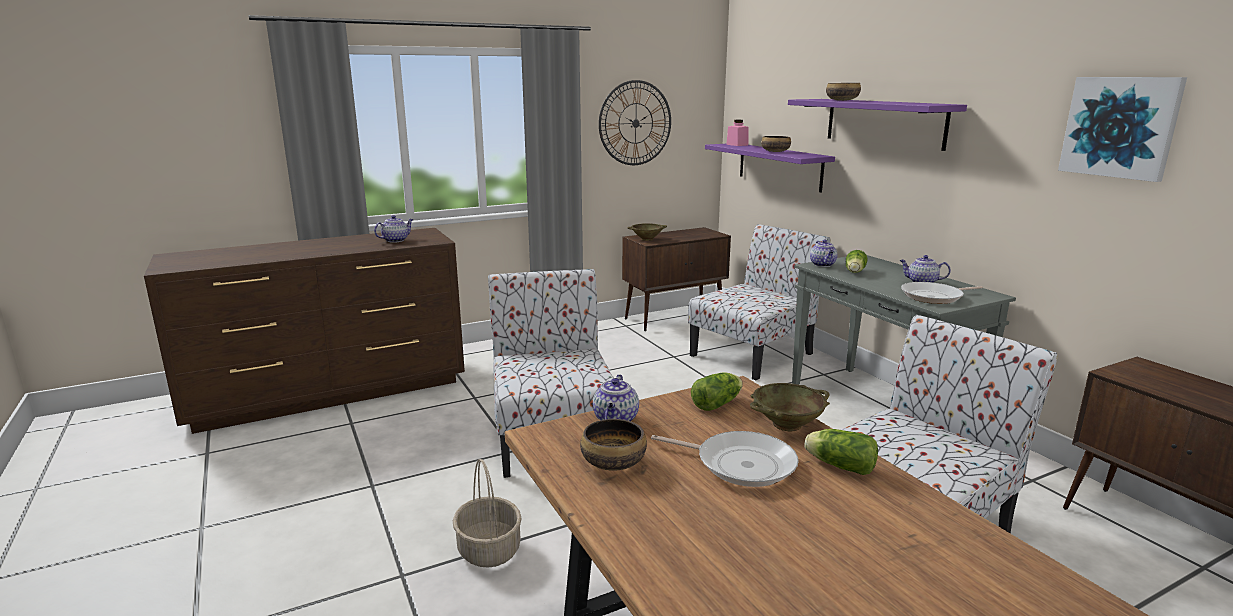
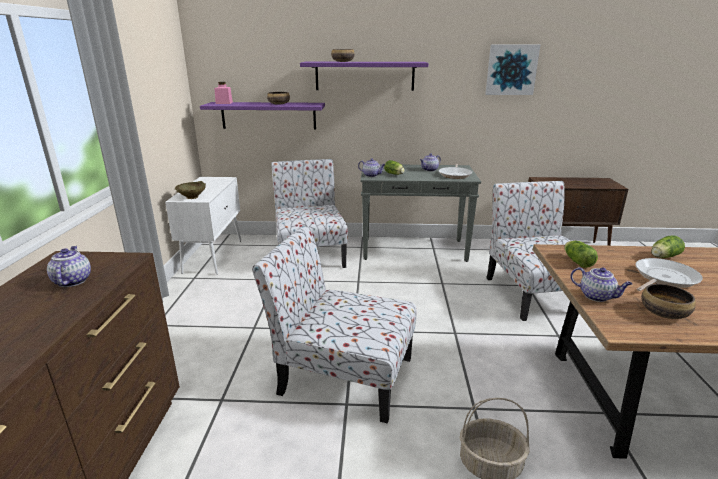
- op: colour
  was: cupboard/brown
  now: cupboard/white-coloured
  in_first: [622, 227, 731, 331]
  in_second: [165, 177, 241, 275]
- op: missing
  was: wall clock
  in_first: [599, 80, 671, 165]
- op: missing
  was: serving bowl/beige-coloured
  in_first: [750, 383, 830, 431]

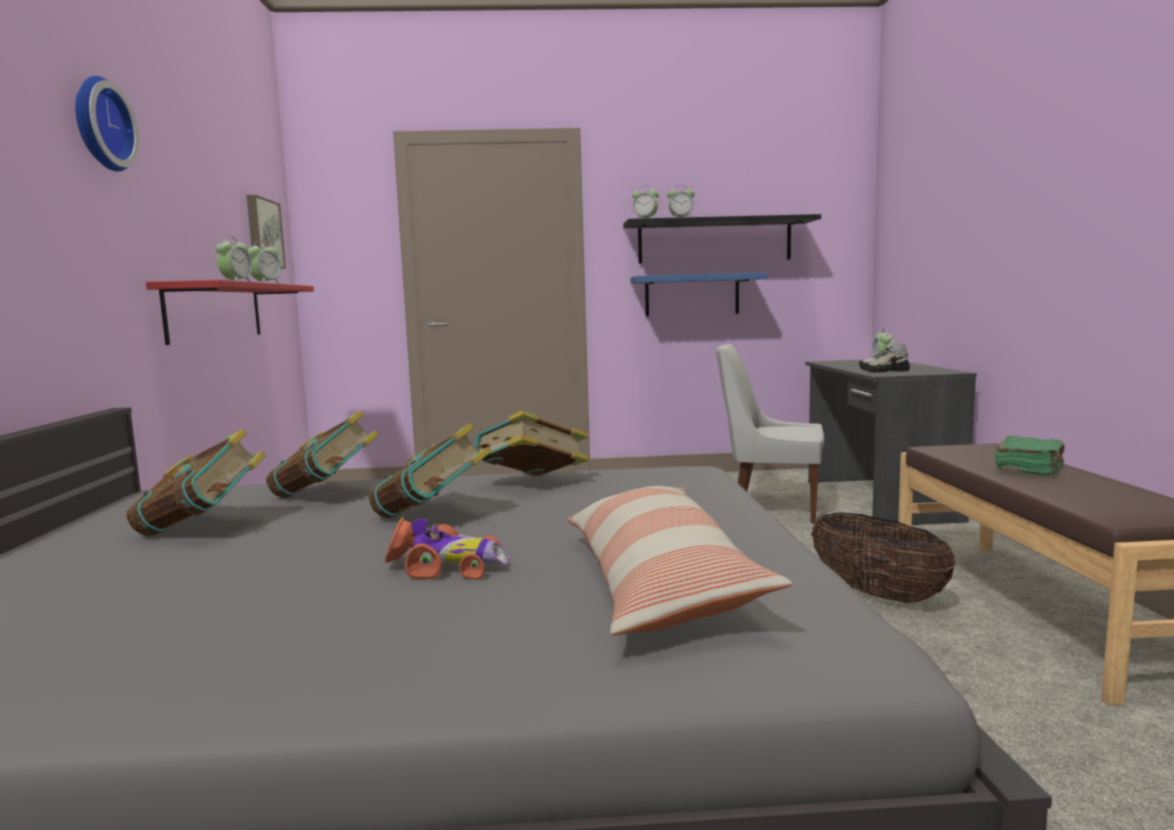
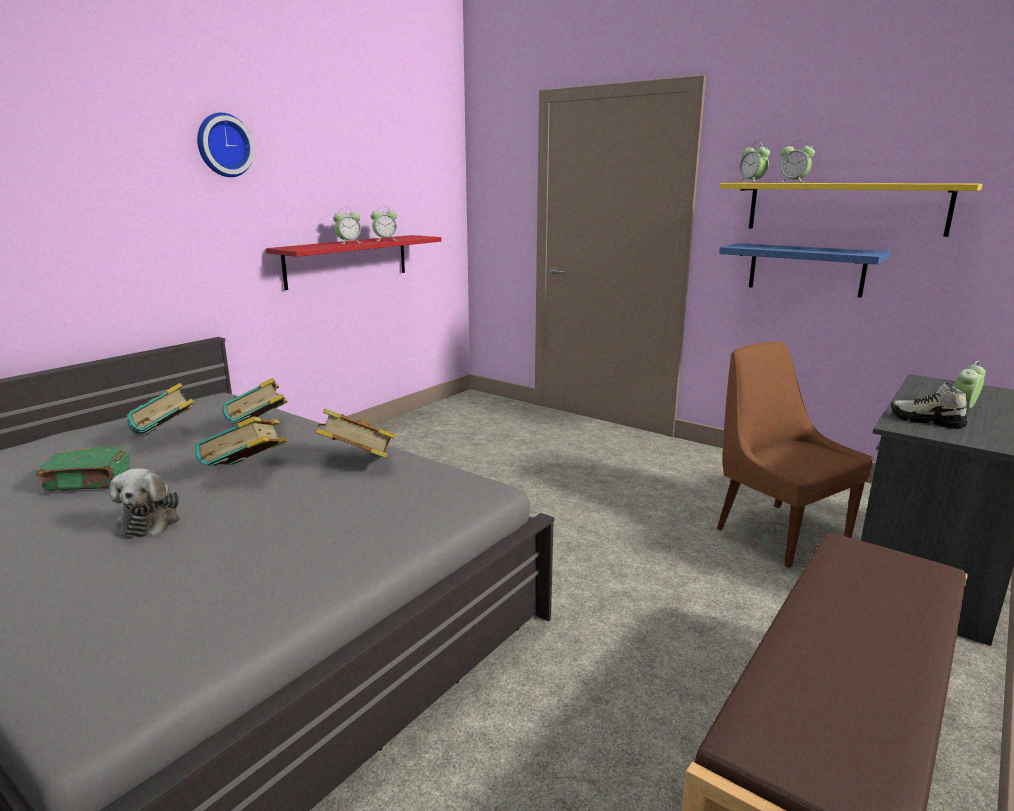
- op: relocated
  was: bound book/green-coloured
  in_first: [995, 436, 1065, 475]
  in_second: [36, 445, 130, 491]
- op: exchanged
  was: toy car
  now: plush toy
  in_first: [385, 518, 512, 580]
  in_second: [109, 468, 180, 538]
- op: colour
  was: chair/white-coloured
  now: chair/brown
  in_first: [716, 344, 824, 524]
  in_second: [717, 342, 873, 568]
- op: colour
  was: shelf/black-coloured
  now: shelf/yellowish
  in_first: [623, 214, 821, 264]
  in_second: [720, 183, 983, 237]
- op: missing
  was: wall picture
  in_first: [246, 195, 286, 269]
- op: missing
  was: throw pillow
  in_first: [567, 486, 793, 635]
- op: missing
  was: household basket
  in_first: [811, 513, 955, 603]

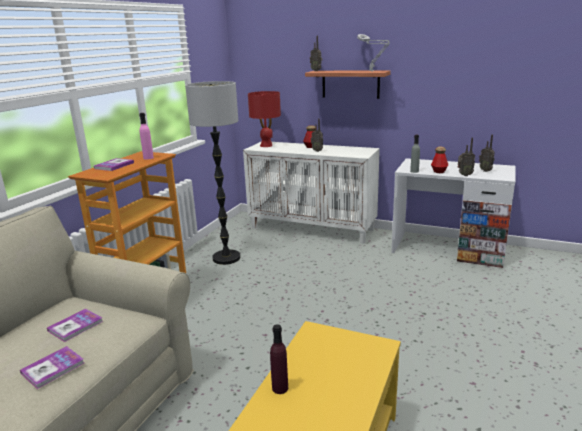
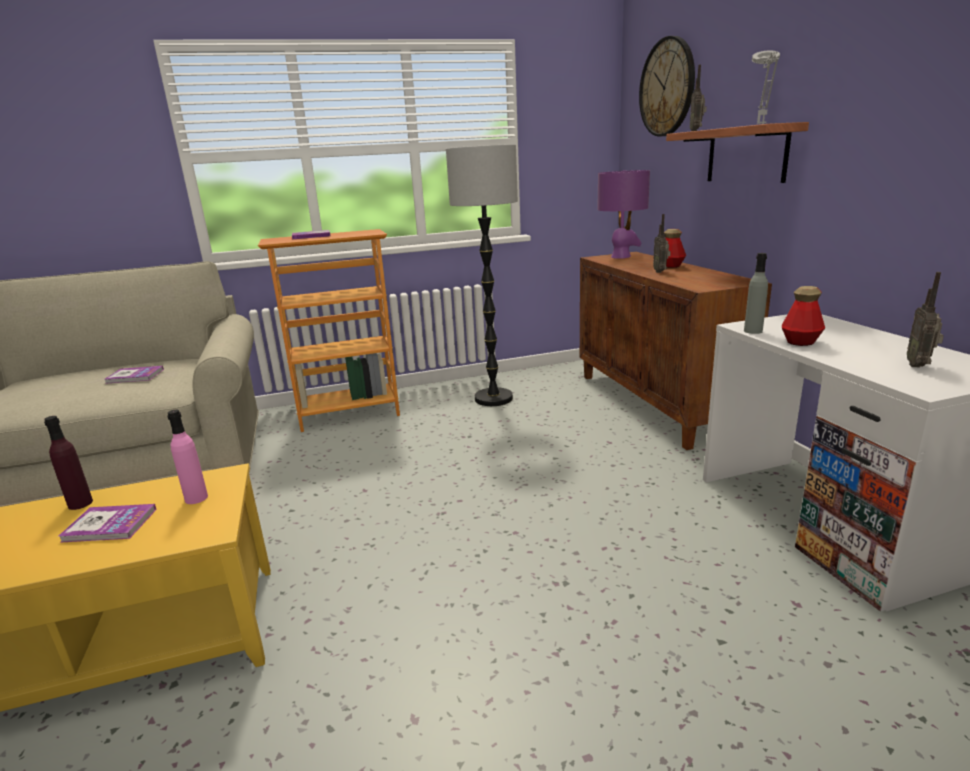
- op: relocated
  was: bound book
  in_first: [20, 346, 84, 389]
  in_second: [59, 504, 157, 543]
- op: relocated
  was: beverage bottle/pink-coloured
  in_first: [139, 113, 154, 159]
  in_second: [167, 410, 208, 504]
- op: colour
  was: cupboard/white-coloured
  now: cupboard/brown
  in_first: [243, 141, 380, 244]
  in_second: [580, 252, 772, 450]
- op: colour
  was: table lamp/red
  now: table lamp/purple-coloured
  in_first: [248, 91, 281, 147]
  in_second: [597, 170, 650, 259]
- op: appeared
  now: wall clock
  in_second: [639, 36, 695, 136]
- op: missing
  was: radio receiver
  in_first: [458, 138, 475, 176]

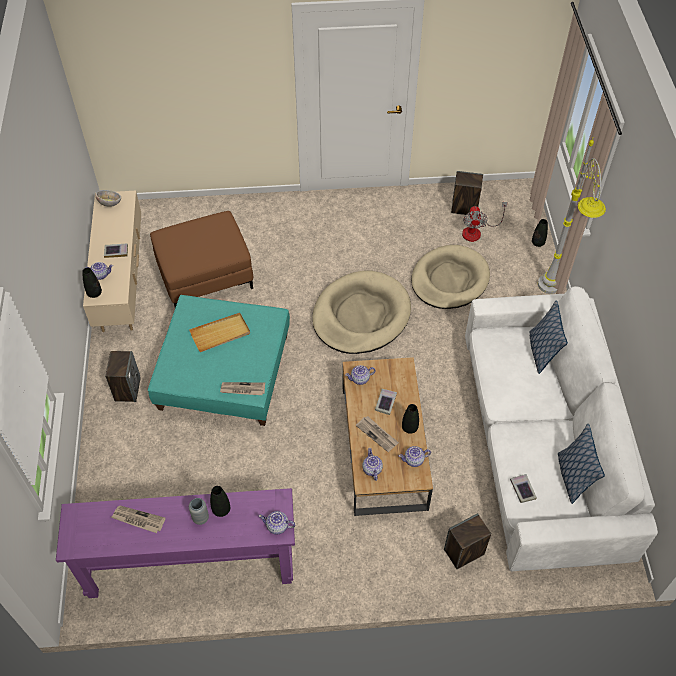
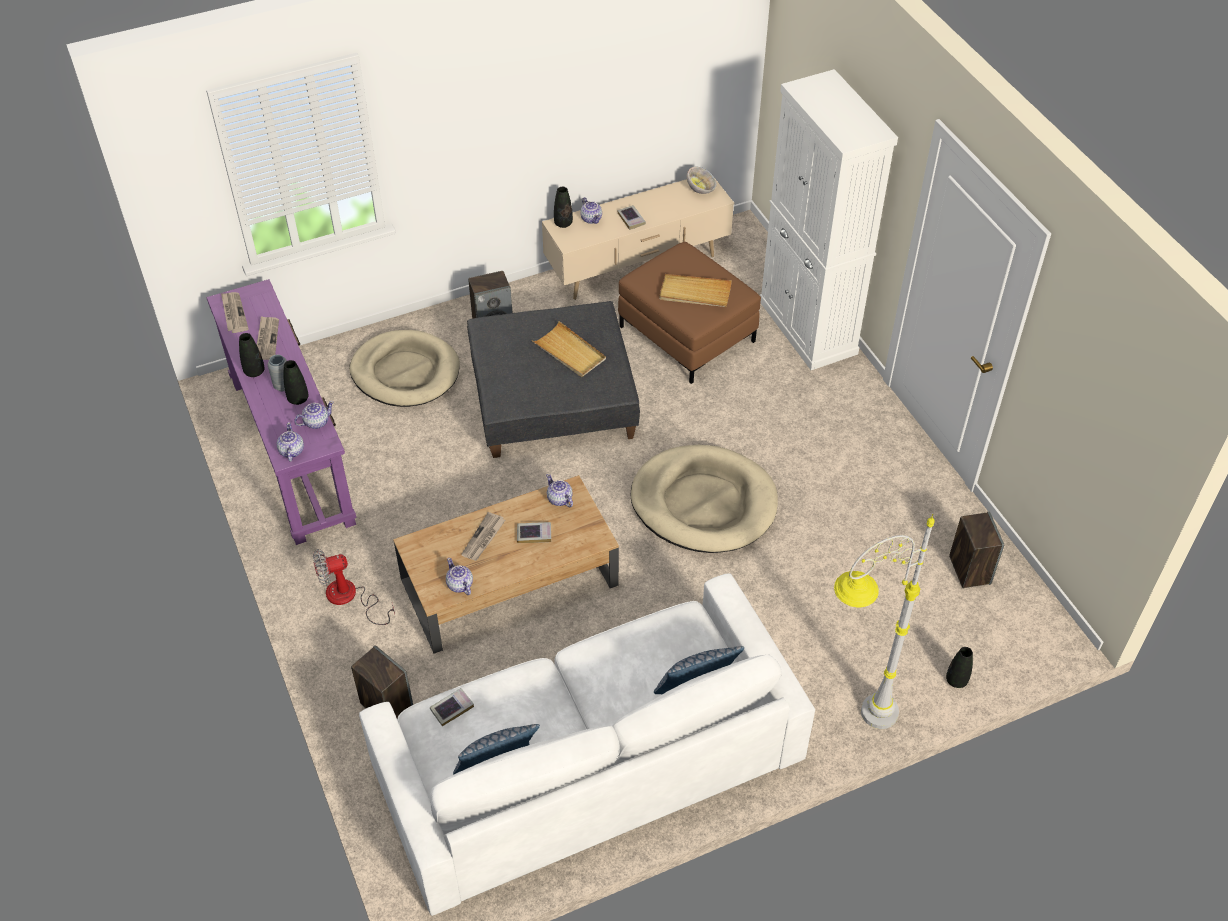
- op: relocated
  was: printed paper
  in_first: [220, 382, 265, 395]
  in_second: [221, 292, 249, 333]
- op: relocated
  was: vase/black-coloured
  in_first: [402, 404, 419, 434]
  in_second: [239, 333, 265, 377]
- op: relocated
  was: tea pot
  in_first: [362, 448, 383, 481]
  in_second: [294, 401, 334, 429]
- op: relocated
  was: electric fan
  in_first: [462, 202, 508, 242]
  in_second: [313, 549, 395, 625]
- op: relocated
  was: dog cushion/beige-coloured
  in_first: [411, 245, 490, 309]
  in_second: [349, 330, 460, 407]
- op: colour
  was: ottoman/turquoise-coloured
  now: ottoman/gray
  in_first: [148, 295, 290, 426]
  in_second: [467, 301, 640, 458]
- op: appeared
  now: tray/beige-coloured
  in_second: [659, 274, 732, 307]
- op: appeared
  now: cupboard/white-coloured
  in_second: [760, 69, 898, 370]

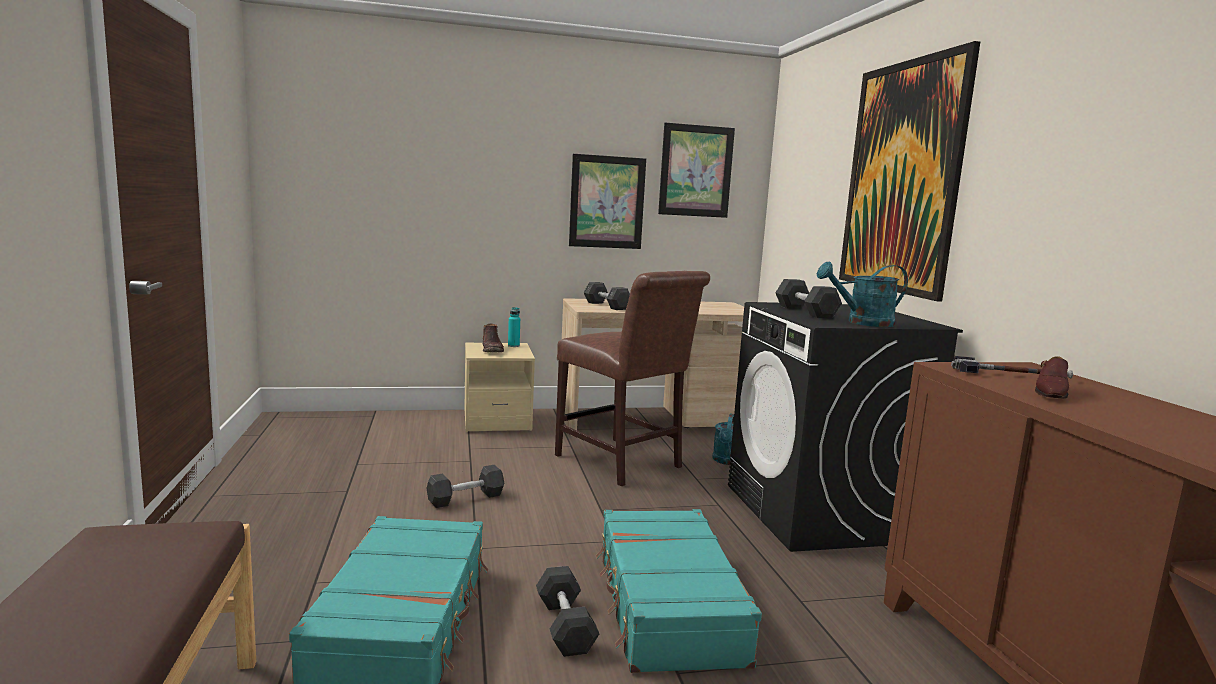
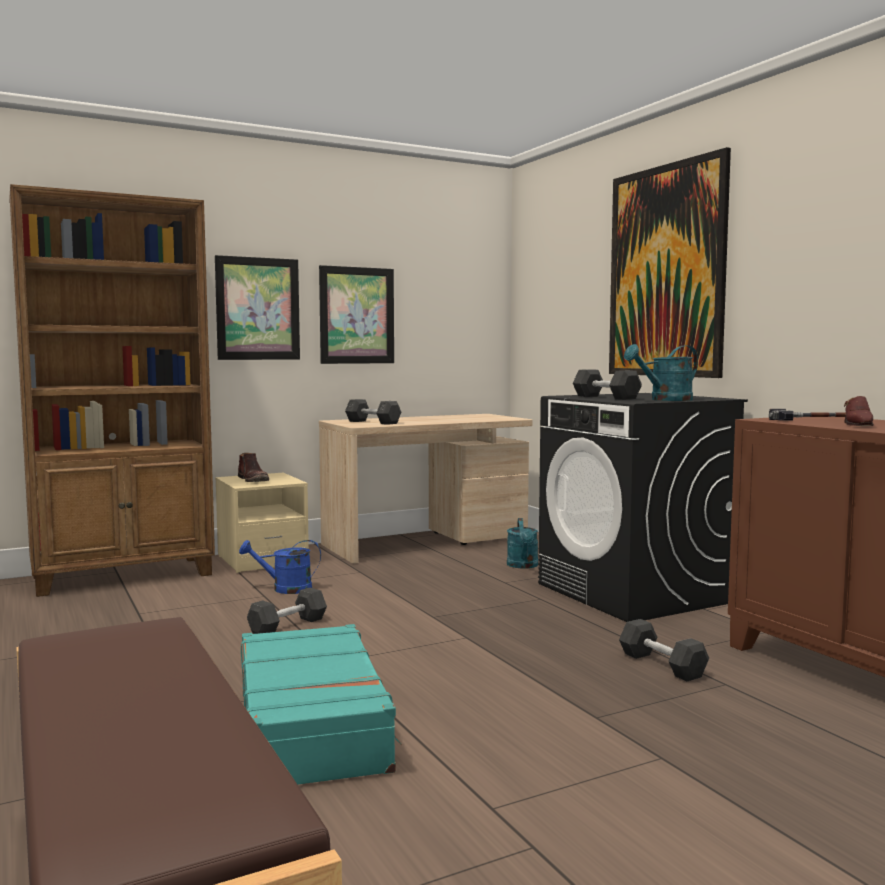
- op: appeared
  now: bookshelf/brown
  in_second: [9, 184, 215, 597]
- op: relocated
  was: wall picture
  in_first: [658, 123, 735, 218]
  in_second: [215, 255, 300, 360]
- op: appeared
  now: sprinkling can/blue-coloured
  in_second: [239, 540, 321, 594]
- op: relocated
  was: dumbbell/gray
  in_first: [536, 566, 599, 657]
  in_second: [619, 619, 709, 681]
- op: missing
  was: beverage bottle/turquoise-coloured
  in_first: [508, 307, 520, 347]
- op: missing
  was: chair/brown
  in_first: [555, 271, 710, 486]
- op: missing
  was: suitcase/turquoise-coloured
  in_first: [596, 509, 762, 673]

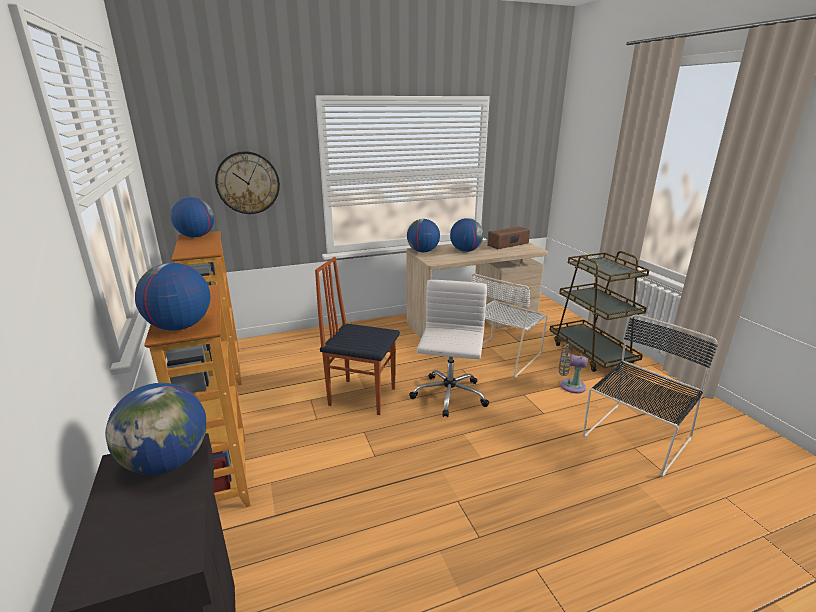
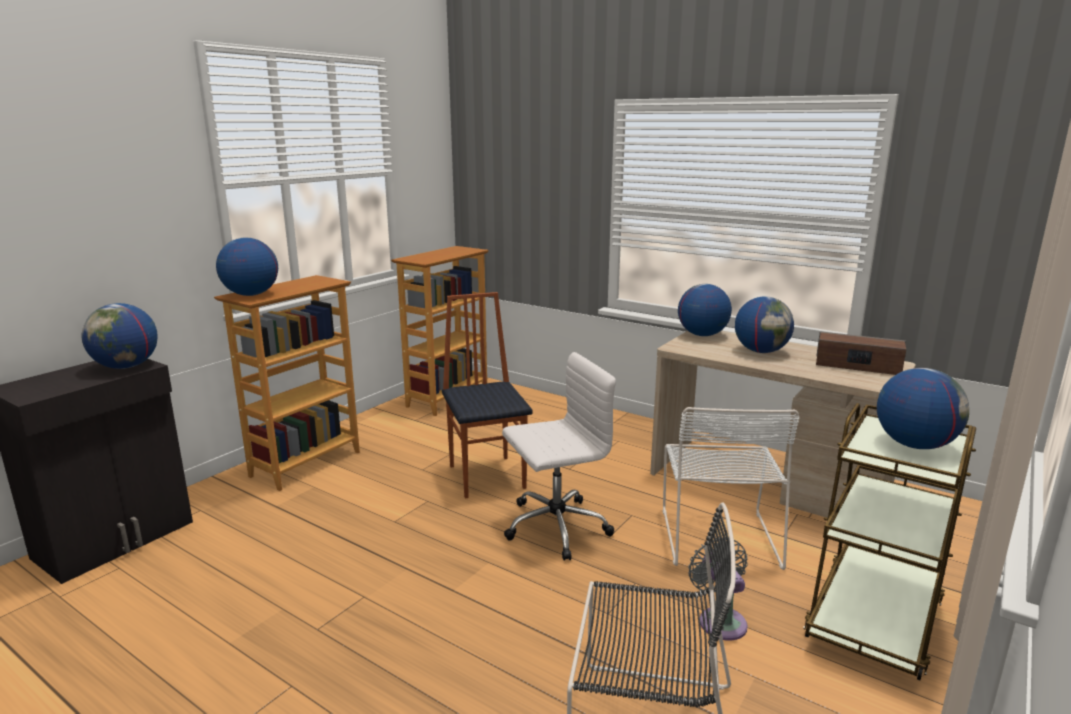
- op: spun
  was: chair/white-coloured
  in_first: [463, 273, 548, 378]
  in_second: [663, 407, 799, 570]
  clockwise: -90
- op: relocated
  was: globe
  in_first: [171, 197, 215, 237]
  in_second: [877, 368, 969, 449]
- op: missing
  was: wall clock
  in_first: [215, 151, 280, 214]

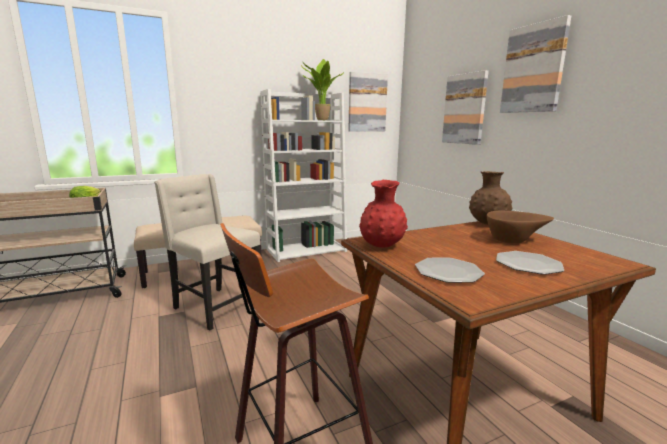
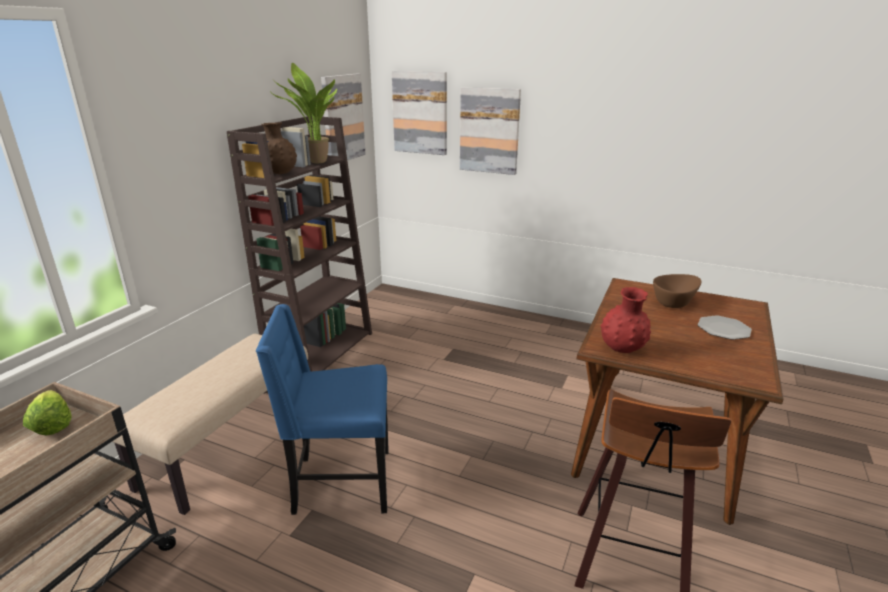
- op: colour
  was: bookshelf/white-coloured
  now: bookshelf/brown
  in_first: [260, 89, 347, 262]
  in_second: [226, 116, 372, 372]
- op: colour
  was: chair/beige-coloured
  now: chair/blue-coloured
  in_first: [154, 174, 261, 330]
  in_second: [256, 304, 389, 515]
- op: relocated
  was: vase/brown
  in_first: [469, 171, 513, 225]
  in_second: [261, 122, 297, 174]
- op: relocated
  was: wall picture
  in_first: [500, 15, 571, 113]
  in_second: [392, 71, 447, 155]
- op: missing
  was: flat dish
  in_first: [415, 258, 485, 283]

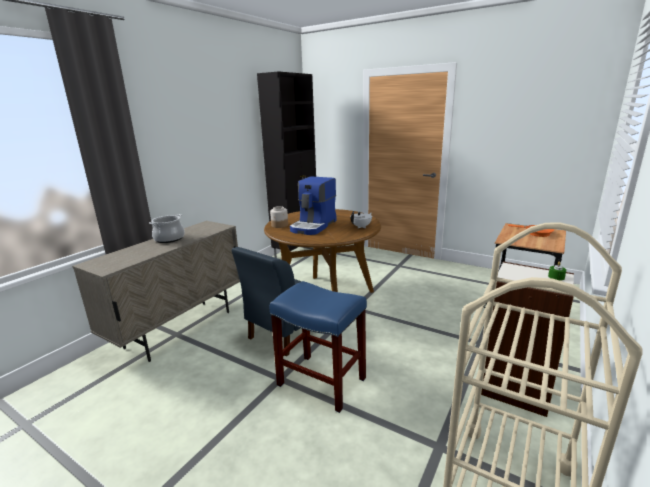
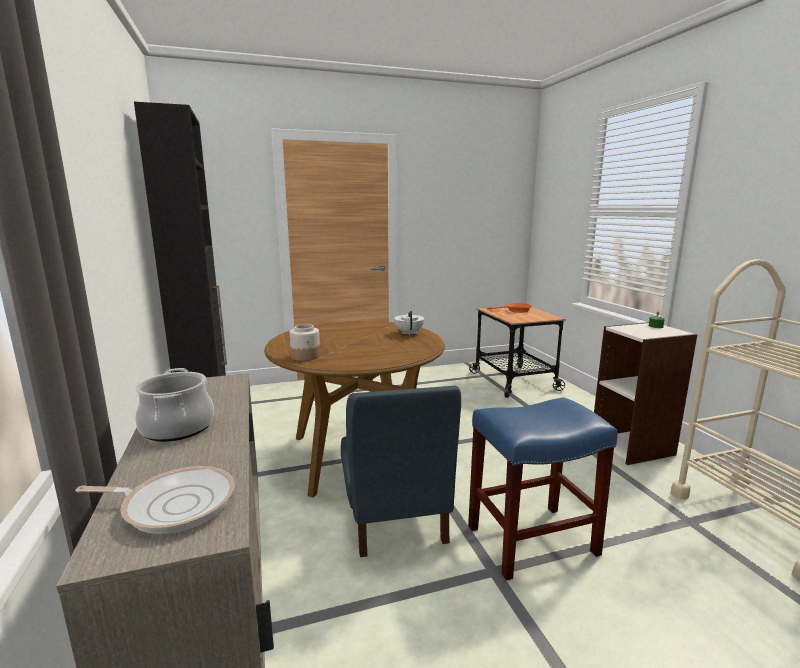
- op: appeared
  now: skillet
  in_second: [75, 466, 235, 534]
- op: missing
  was: coffee brewer
  in_first: [290, 176, 337, 235]

